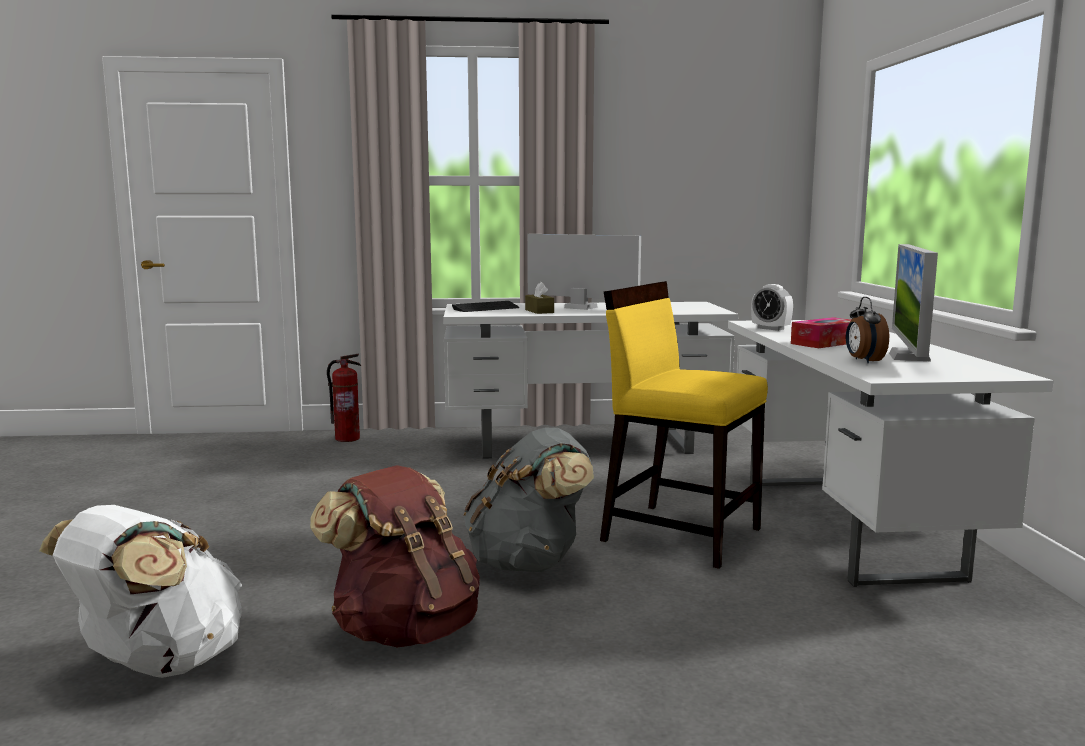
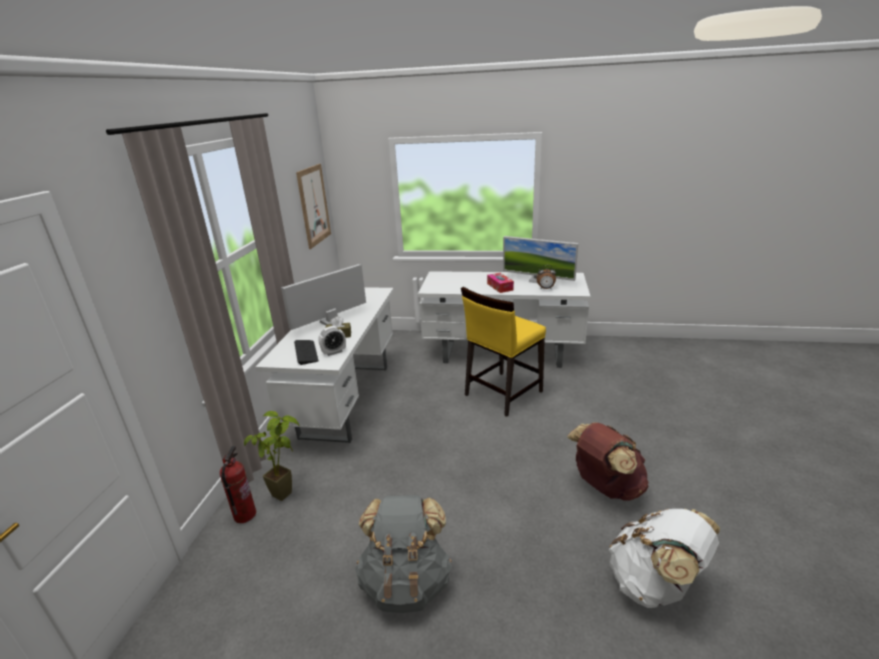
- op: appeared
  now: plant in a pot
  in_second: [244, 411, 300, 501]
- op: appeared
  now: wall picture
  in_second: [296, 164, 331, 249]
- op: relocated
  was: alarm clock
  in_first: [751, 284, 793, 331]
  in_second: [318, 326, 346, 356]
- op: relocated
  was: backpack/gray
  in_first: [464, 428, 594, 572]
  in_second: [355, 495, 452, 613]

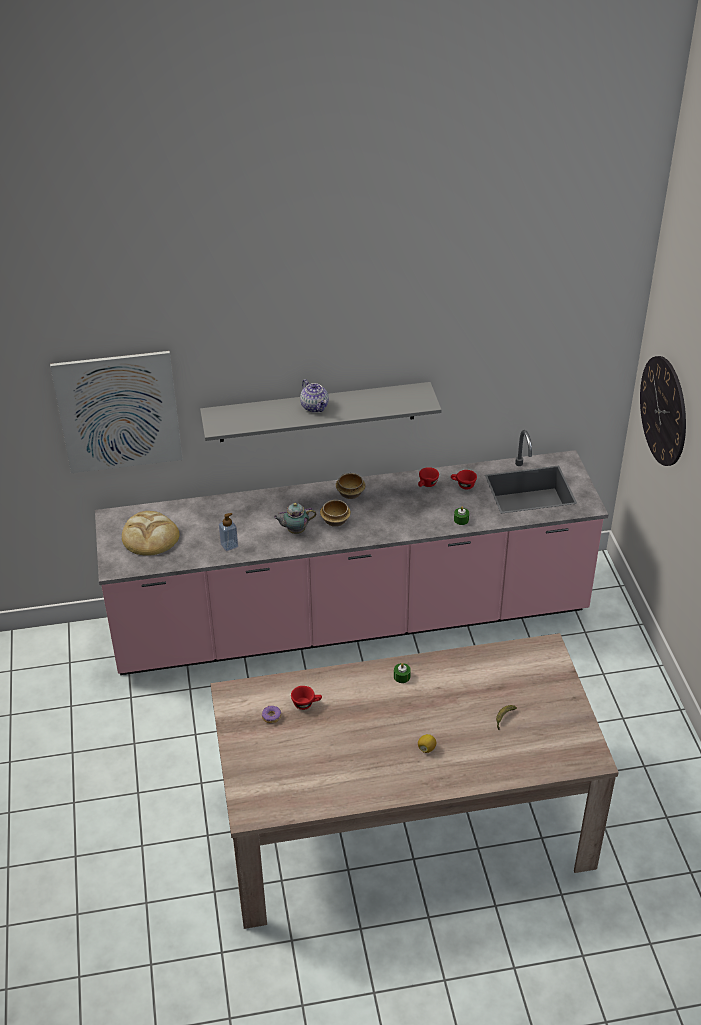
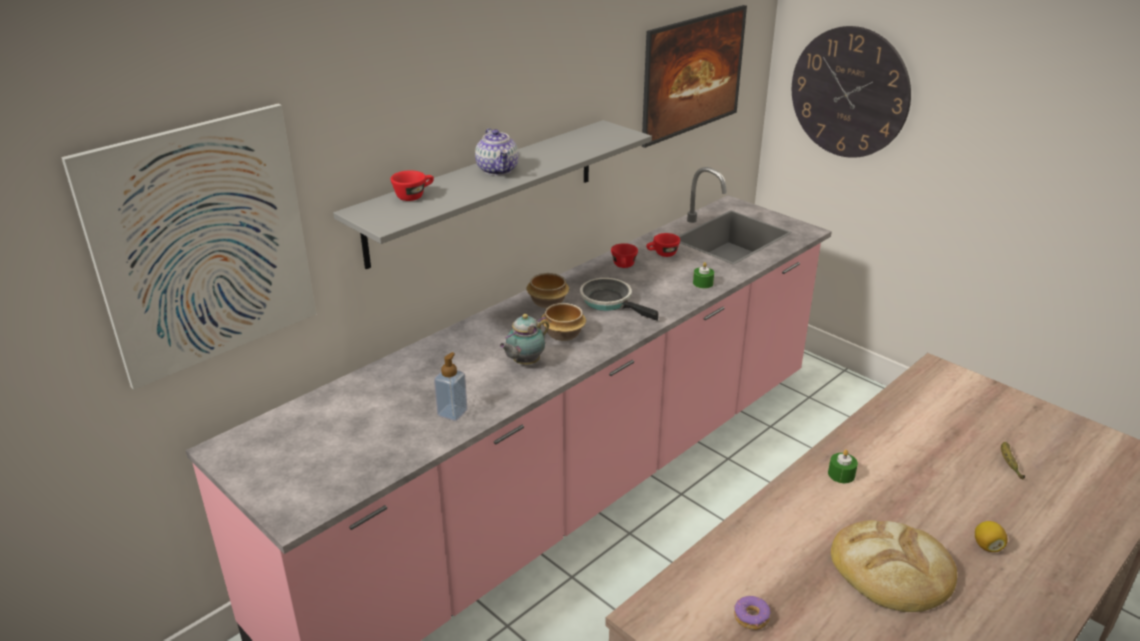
- op: relocated
  was: cup/red
  in_first: [291, 686, 322, 710]
  in_second: [391, 170, 434, 201]
- op: spun
  was: tea pot
  in_first: [300, 379, 329, 413]
  in_second: [475, 128, 519, 175]
  clockwise: 45
- op: appeared
  now: skillet
  in_second: [580, 278, 658, 321]
- op: appeared
  now: wall picture
  in_second: [642, 5, 747, 148]
- op: relocated
  was: baked bread
  in_first: [122, 511, 180, 556]
  in_second: [831, 520, 957, 612]

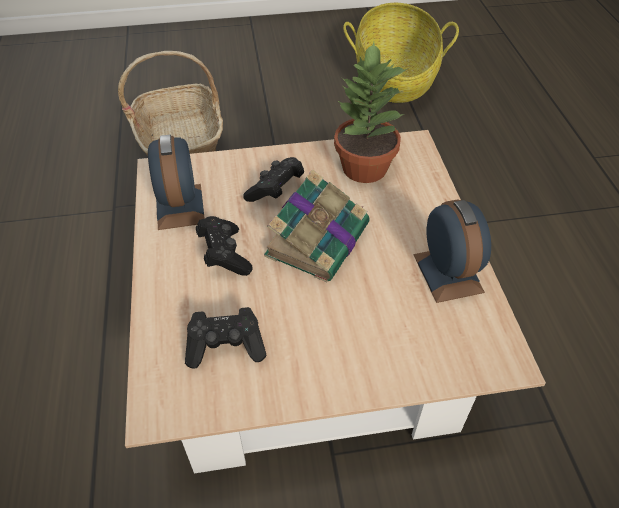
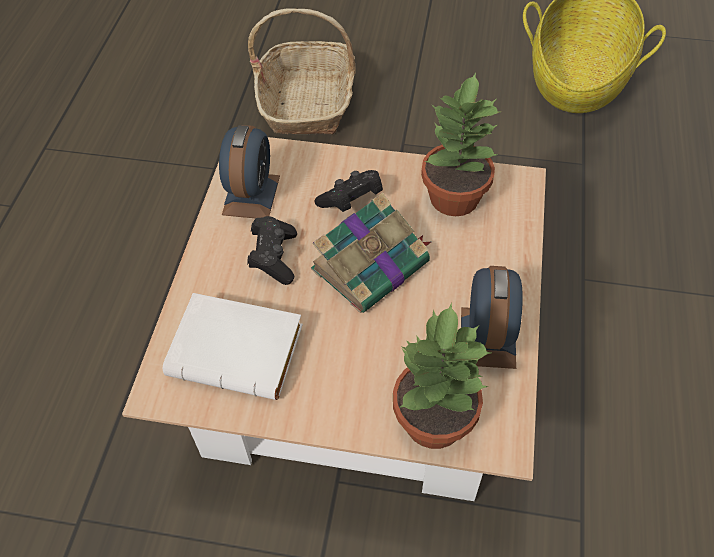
- op: exchanged
  was: gamepad/black-coloured
  now: bound book/white-coloured
  in_first: [185, 307, 267, 369]
  in_second: [163, 293, 303, 400]
- op: appeared
  now: plant in a pot
  in_second: [393, 302, 491, 449]

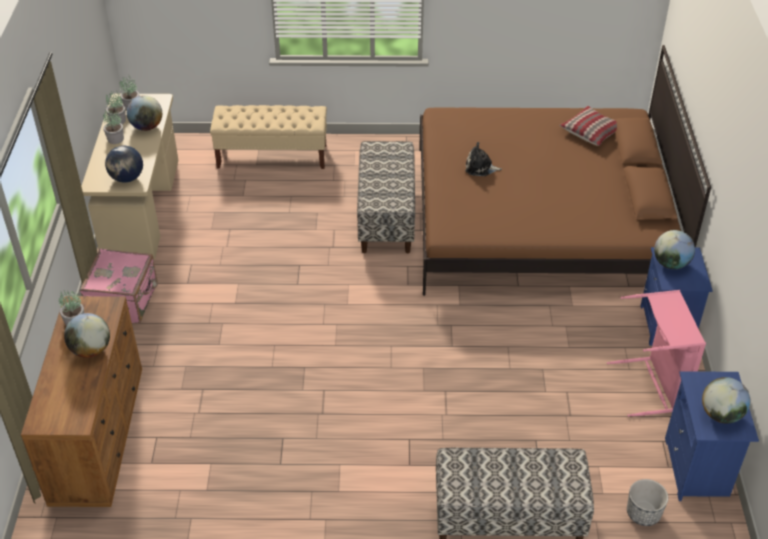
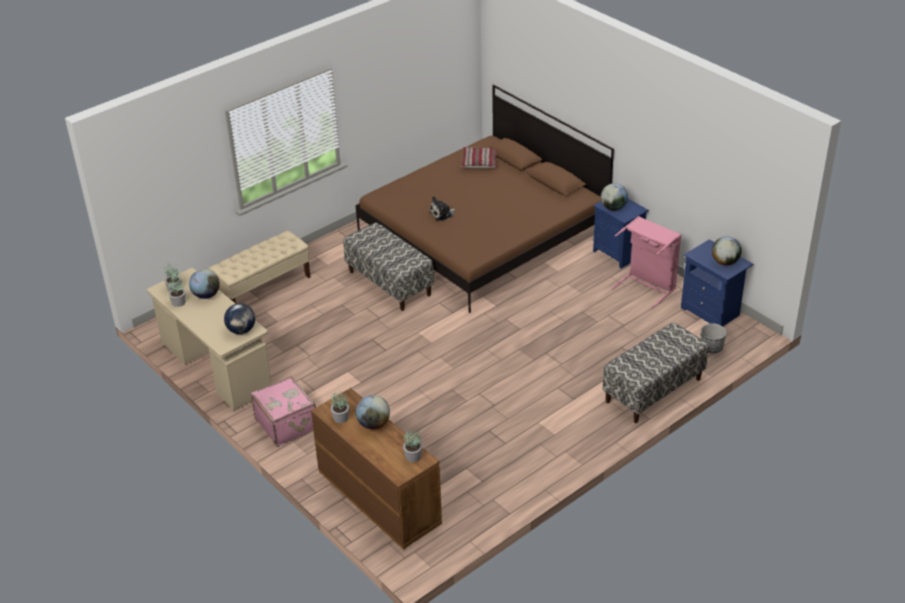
- op: relocated
  was: plant in a pot
  in_first: [103, 109, 124, 144]
  in_second: [403, 430, 422, 462]

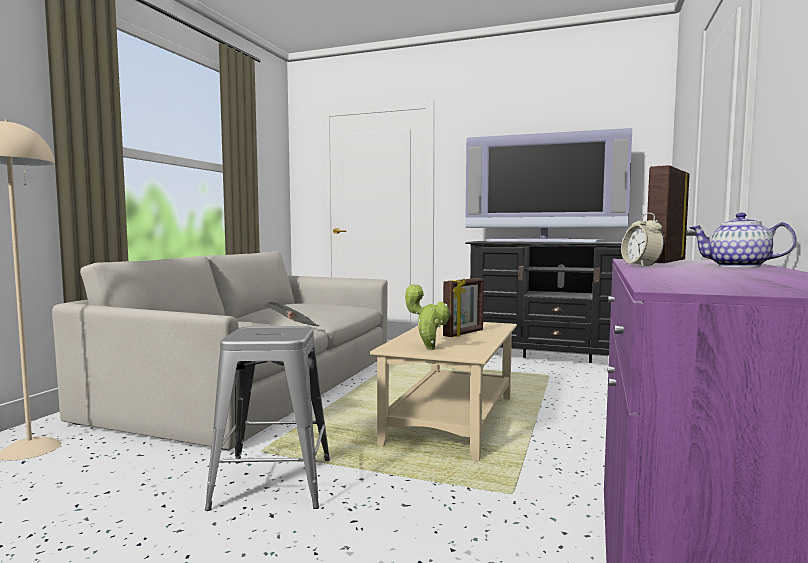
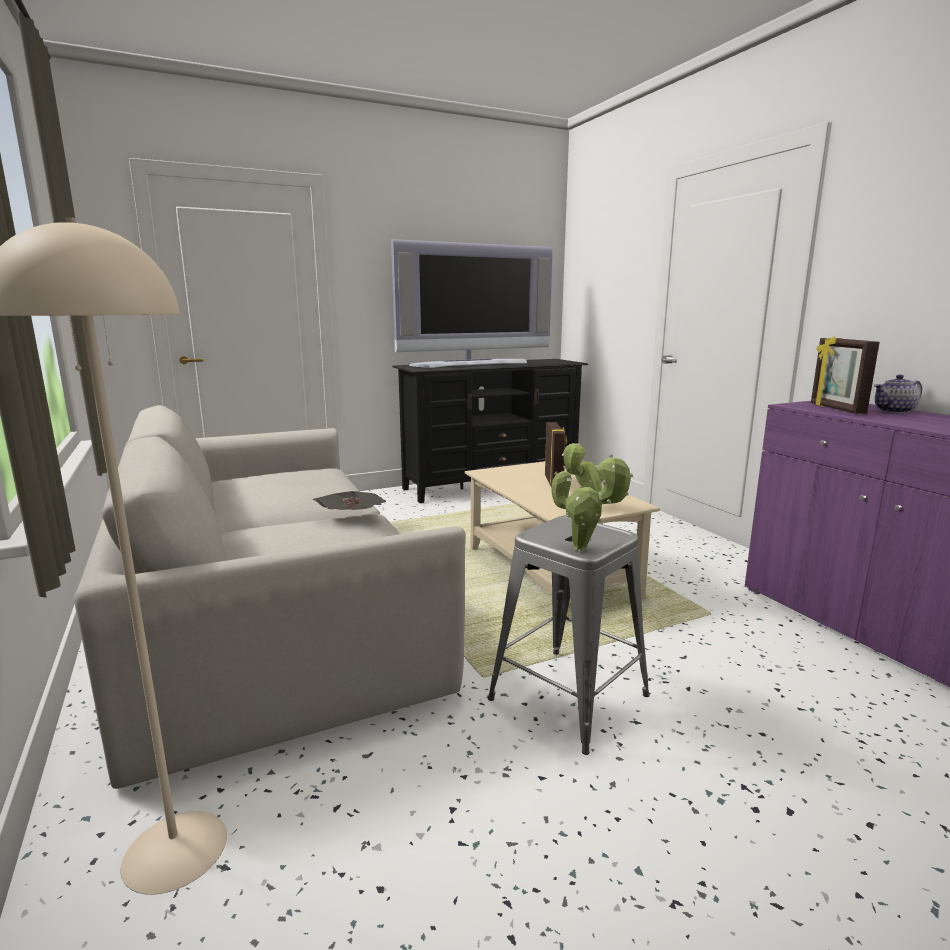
- op: appeared
  now: plant in a pot
  in_second: [551, 455, 633, 551]
- op: missing
  was: alarm clock
  in_first: [621, 213, 664, 266]

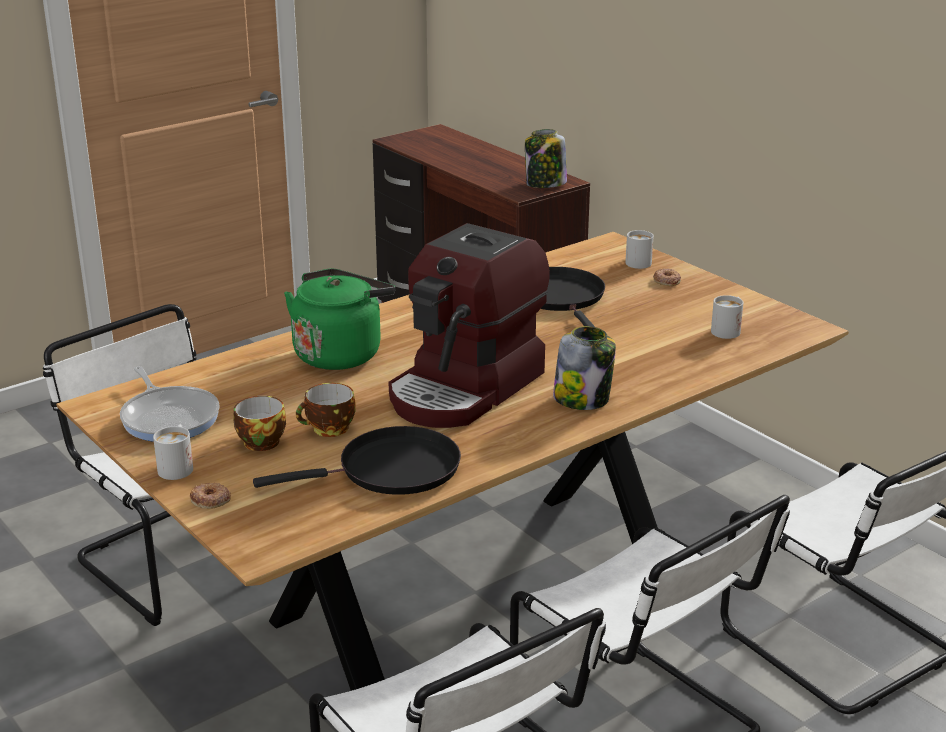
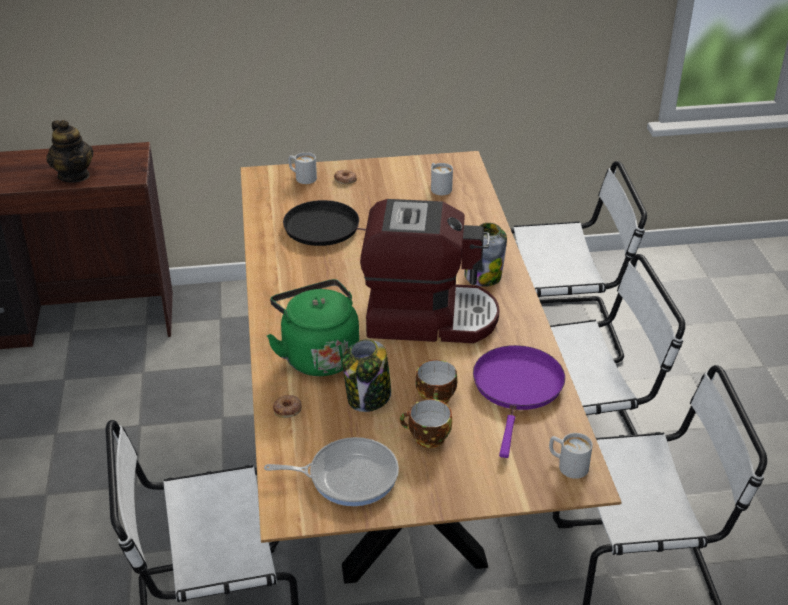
- op: appeared
  now: tea pot
  in_second: [46, 120, 93, 183]
- op: relocated
  was: ring doughnut
  in_first: [190, 483, 231, 509]
  in_second: [273, 395, 302, 418]
- op: relocated
  was: preserve jar
  in_first: [525, 129, 567, 188]
  in_second: [343, 339, 391, 412]
- op: spun
  was: coffee brewer
  in_first: [388, 223, 550, 428]
  in_second: [360, 199, 500, 343]
  clockwise: -60
- op: colour
  was: skillet/black-coloured
  now: skillet/purple-coloured
  in_first: [253, 426, 461, 495]
  in_second: [473, 345, 565, 458]
- op: relocated
  was: tea mug/white-coloured
  in_first: [153, 424, 193, 480]
  in_second: [549, 433, 593, 479]

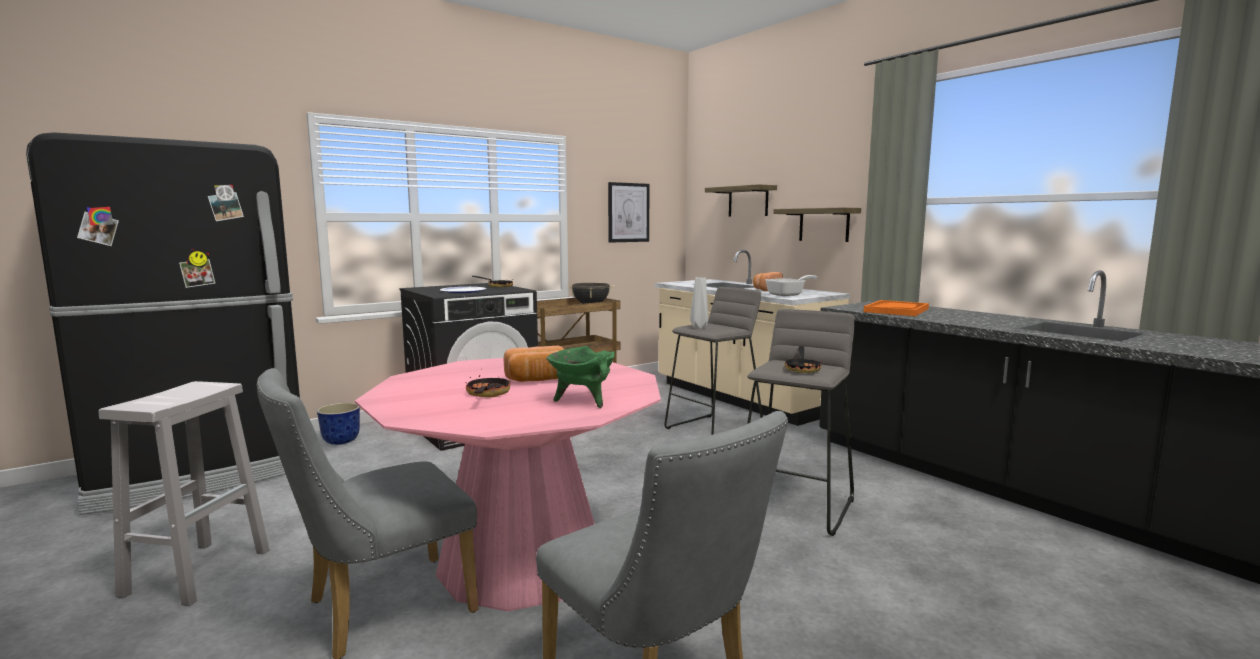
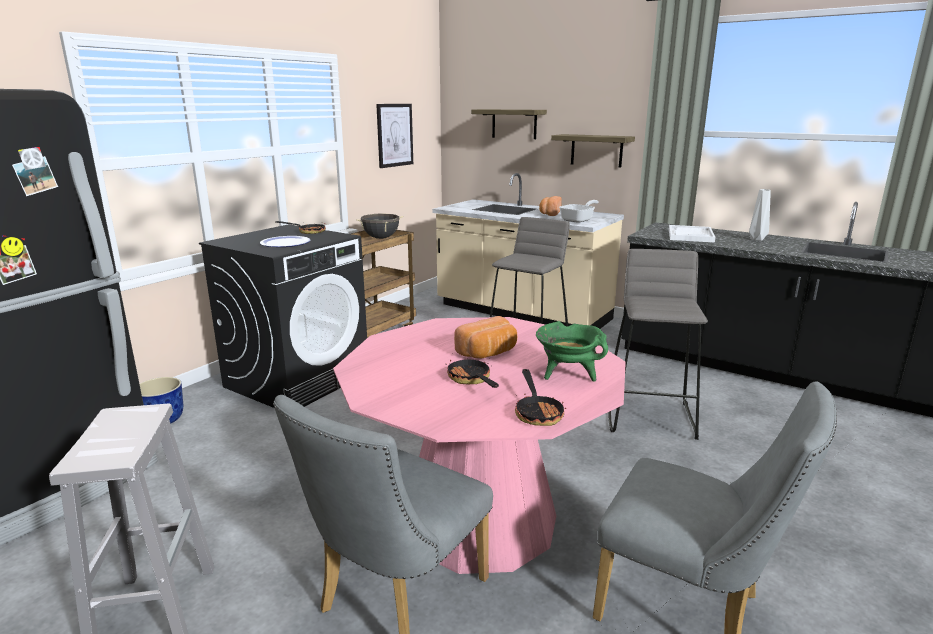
- op: relocated
  was: skillet
  in_first: [785, 346, 822, 373]
  in_second: [515, 369, 566, 426]
- op: colour
  was: tray/orange
  now: tray/white-coloured
  in_first: [864, 300, 929, 316]
  in_second: [669, 225, 715, 243]
- op: relocated
  was: vase/gray
  in_first: [690, 277, 708, 329]
  in_second: [749, 189, 771, 241]

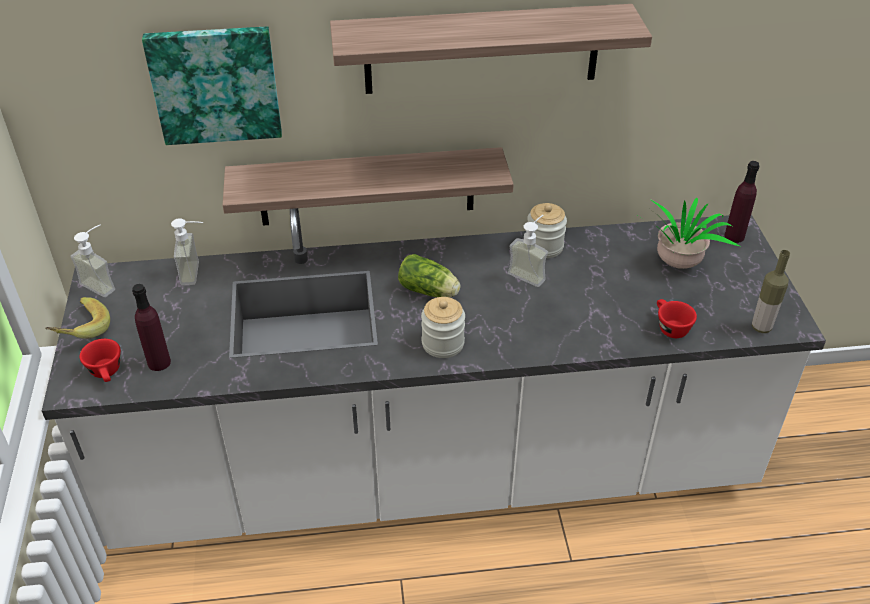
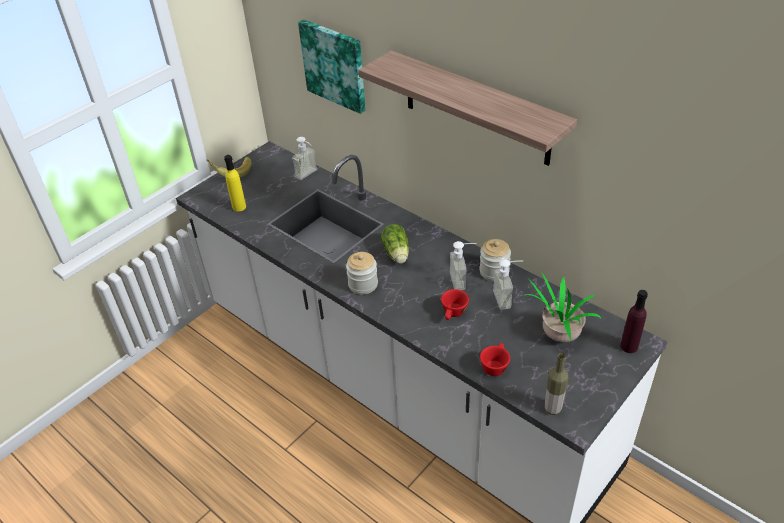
- op: colour
  was: beverage bottle/purple-coloured
  now: beverage bottle/yellowish
  in_first: [132, 284, 171, 371]
  in_second: [224, 155, 246, 212]
- op: relocated
  was: cup/red
  in_first: [80, 339, 121, 382]
  in_second: [441, 289, 469, 320]
- op: relocated
  was: soap dispenser
  in_first: [70, 224, 115, 297]
  in_second: [493, 259, 523, 310]
- op: missing
  was: shelf
  in_first: [223, 147, 514, 226]

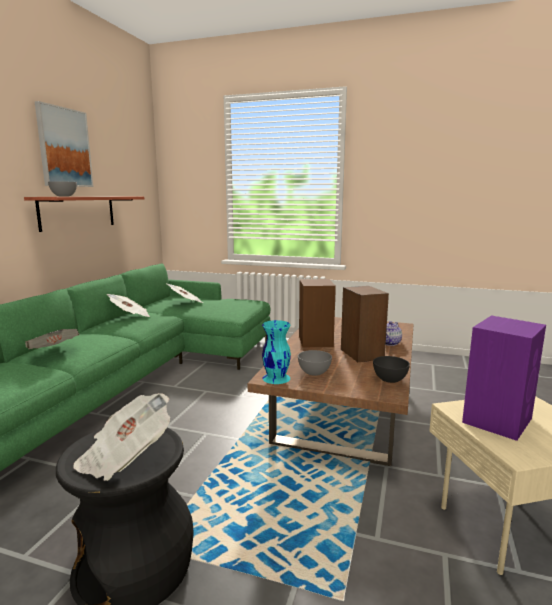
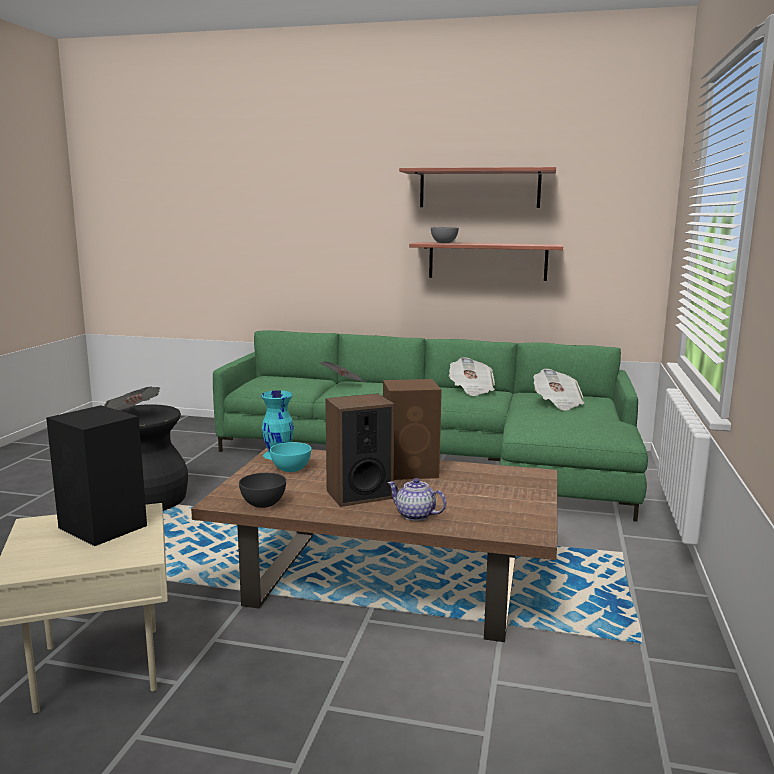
- op: colour
  was: loudspeaker/purple-coloured
  now: loudspeaker/black-coloured
  in_first: [462, 315, 546, 441]
  in_second: [46, 405, 147, 546]
- op: colour
  was: serving bowl/gray
  now: serving bowl/turquoise-coloured
  in_first: [298, 350, 332, 376]
  in_second: [270, 442, 311, 472]
- op: exchanged
  was: wall picture
  now: shelf
  in_first: [35, 101, 93, 187]
  in_second: [399, 167, 556, 208]

